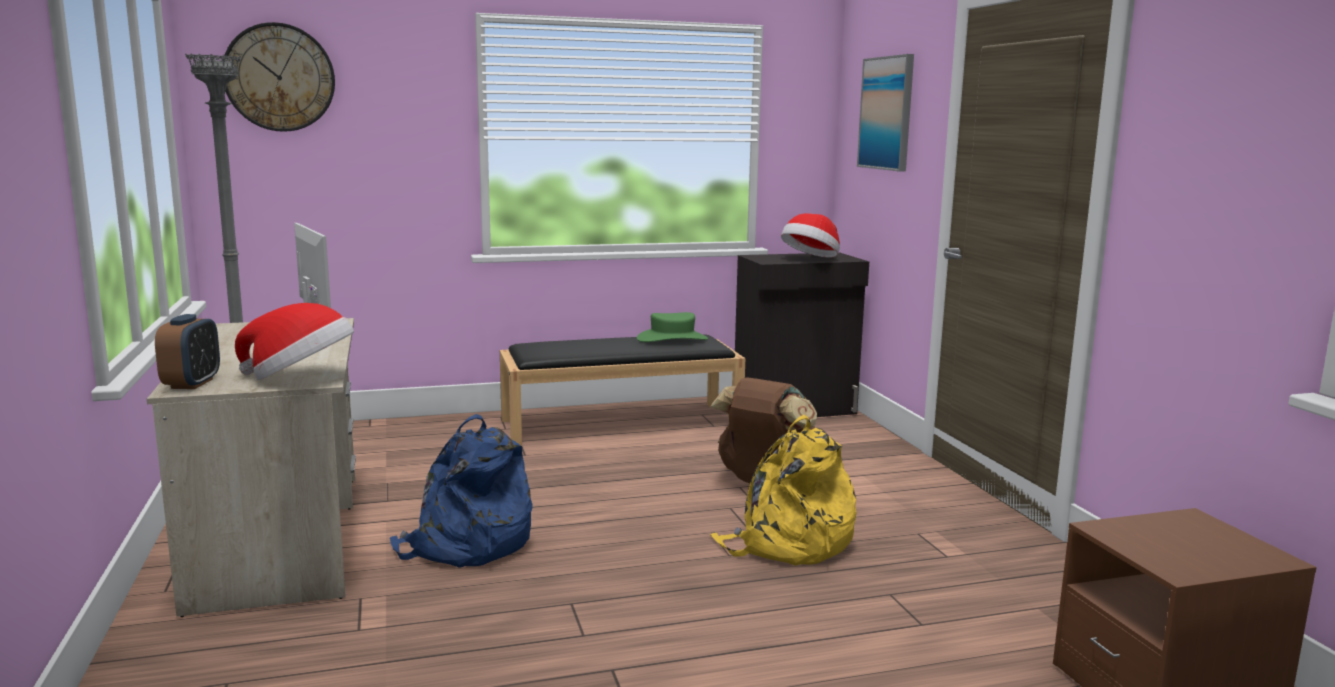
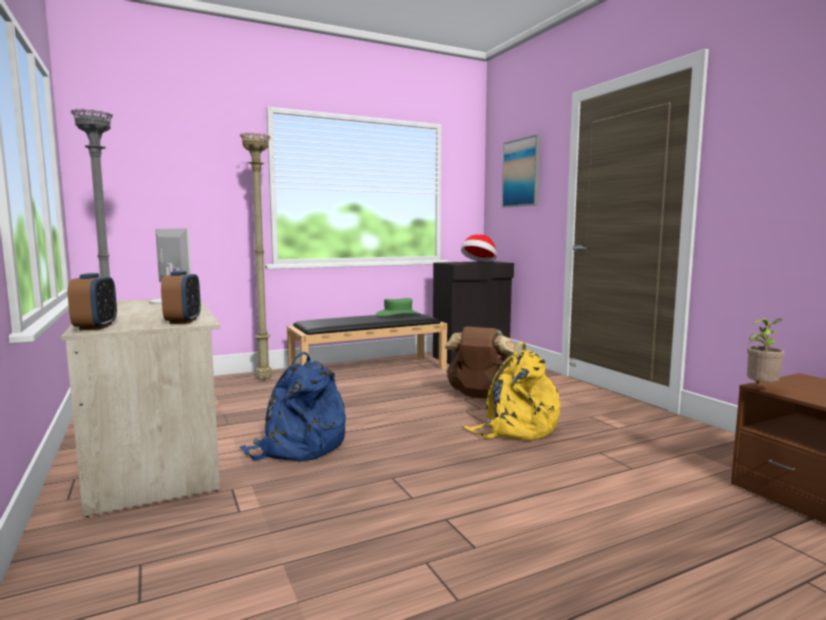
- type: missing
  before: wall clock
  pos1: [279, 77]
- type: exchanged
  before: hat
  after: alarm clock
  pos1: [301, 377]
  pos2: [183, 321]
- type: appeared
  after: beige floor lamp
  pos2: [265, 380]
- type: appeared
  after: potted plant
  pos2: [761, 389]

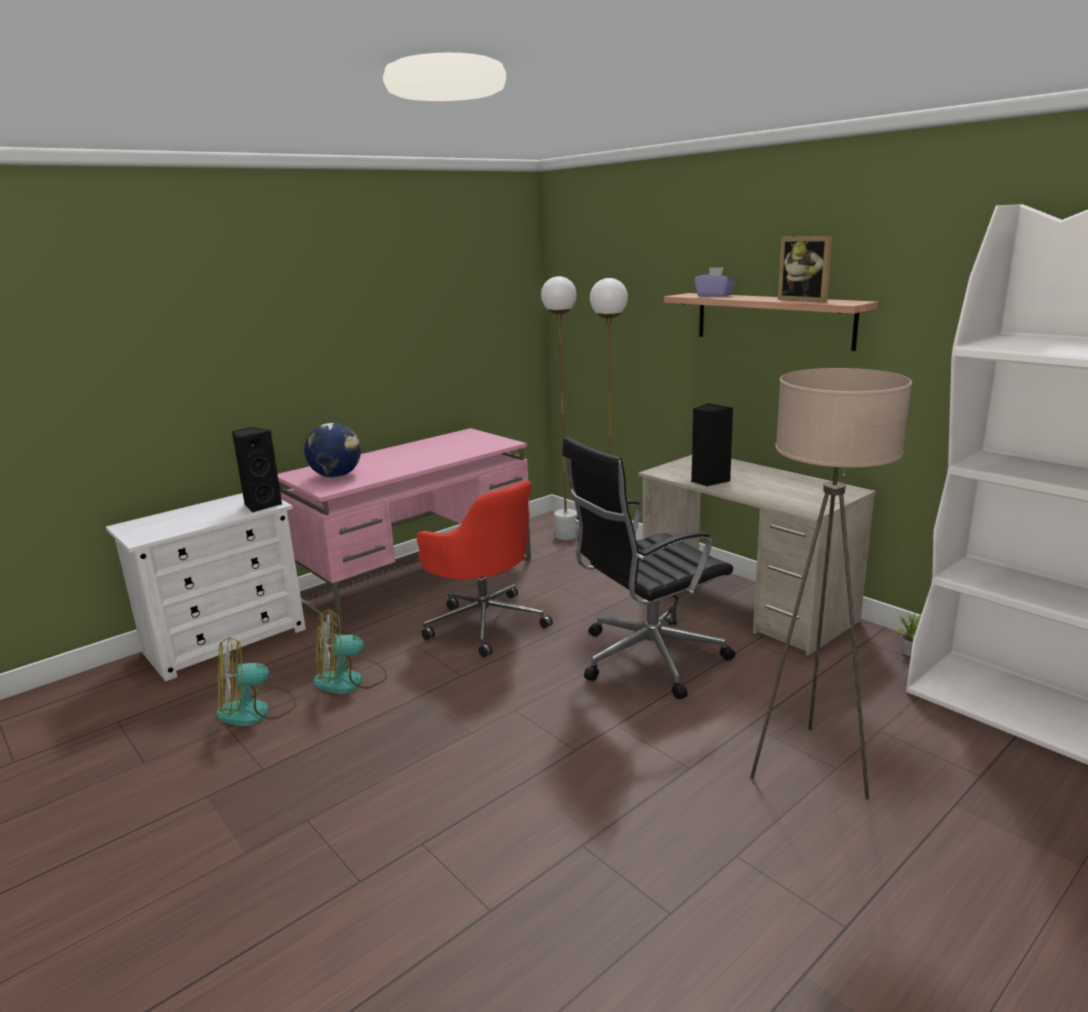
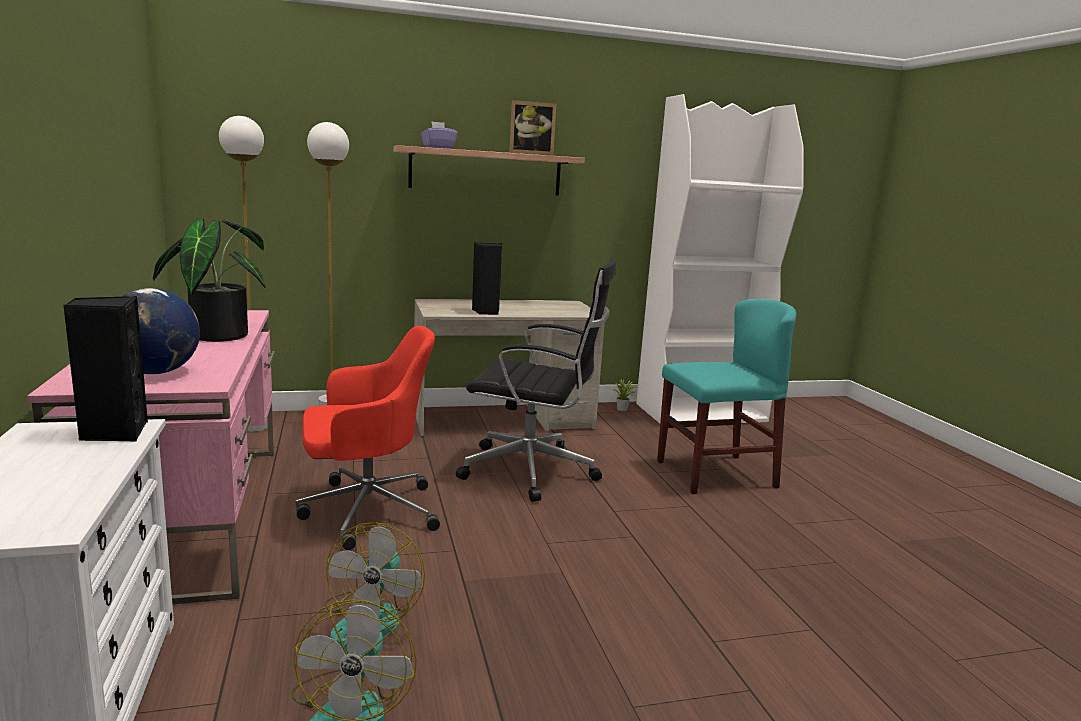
- type: exchanged
  before: beige floor lamp
  after: turquoise chair
  pos1: [809, 766]
  pos2: [715, 474]
- type: spun
  before: black office chair
  pos1: [646, 658]
  pos2: [533, 471]
  turn: -75
- type: appeared
  after: potted plant
  pos2: [216, 335]

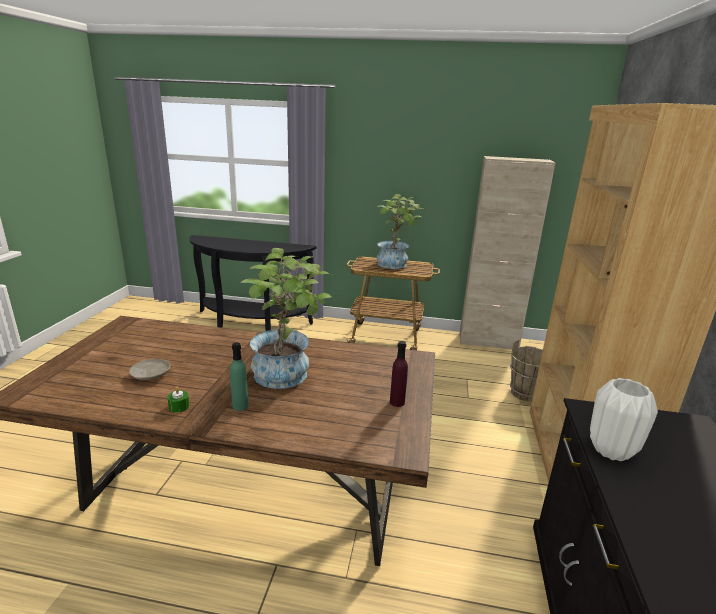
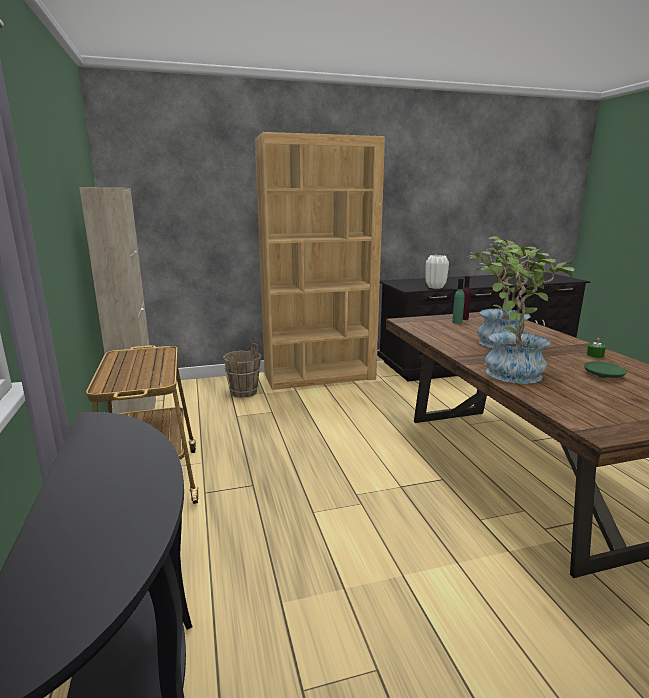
- type: relocated
  before: potted plant
  pos1: [396, 265]
  pos2: [512, 370]
- type: relocated
  before: green bottle
  pos1: [240, 406]
  pos2: [457, 322]
- type: colour
  before: beige plate
  after: green plate
  pos1: [150, 374]
  pos2: [603, 375]

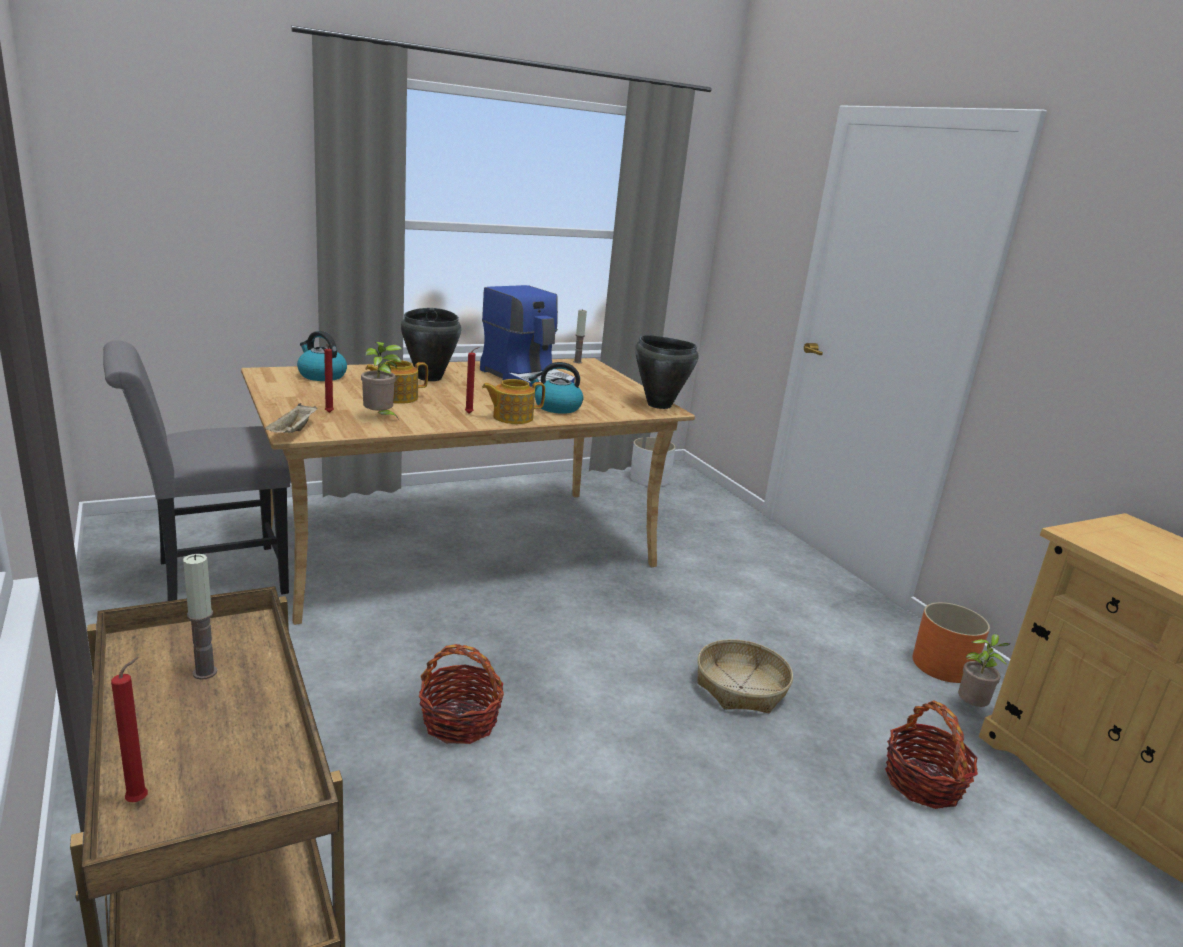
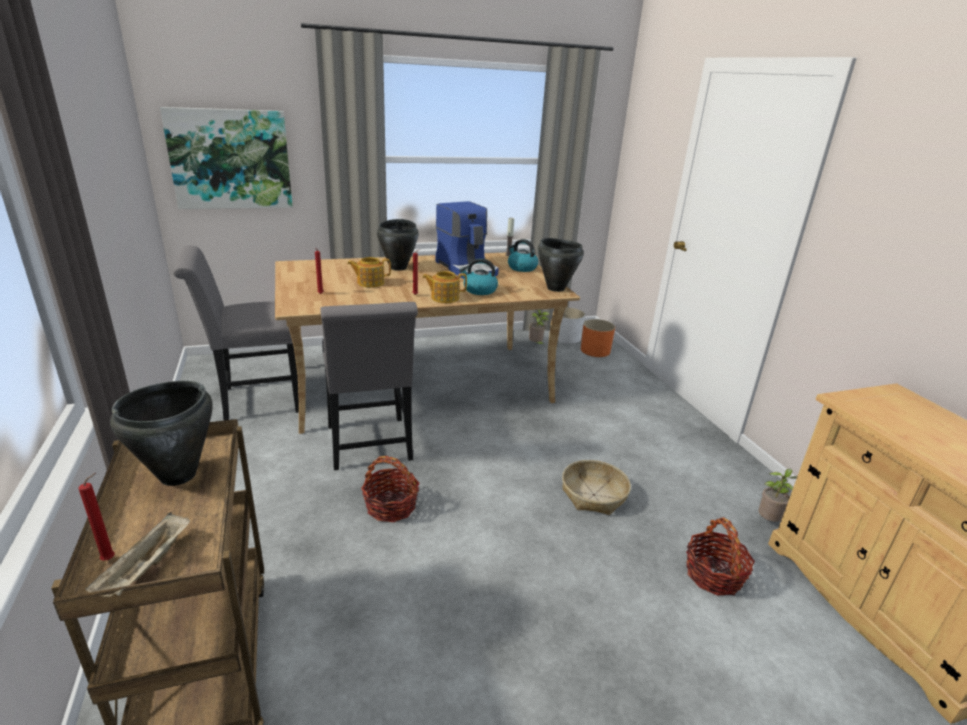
- type: relocated
  before: kettle
  pos1: [321, 375]
  pos2: [521, 268]
- type: relocated
  before: potted plant
  pos1: [380, 418]
  pos2: [536, 345]
- type: relocated
  before: beige tray
  pos1: [293, 432]
  pos2: [147, 568]
- type: exchanged
  before: candle
  after: black cooking pot
  pos1: [205, 672]
  pos2: [179, 475]
- type: relocated
  before: orange planter
  pos1: [942, 666]
  pos2: [595, 350]
- type: appeared
  after: picture
  pos2: [230, 159]
- type: appeared
  after: grey chair
  pos2: [370, 447]

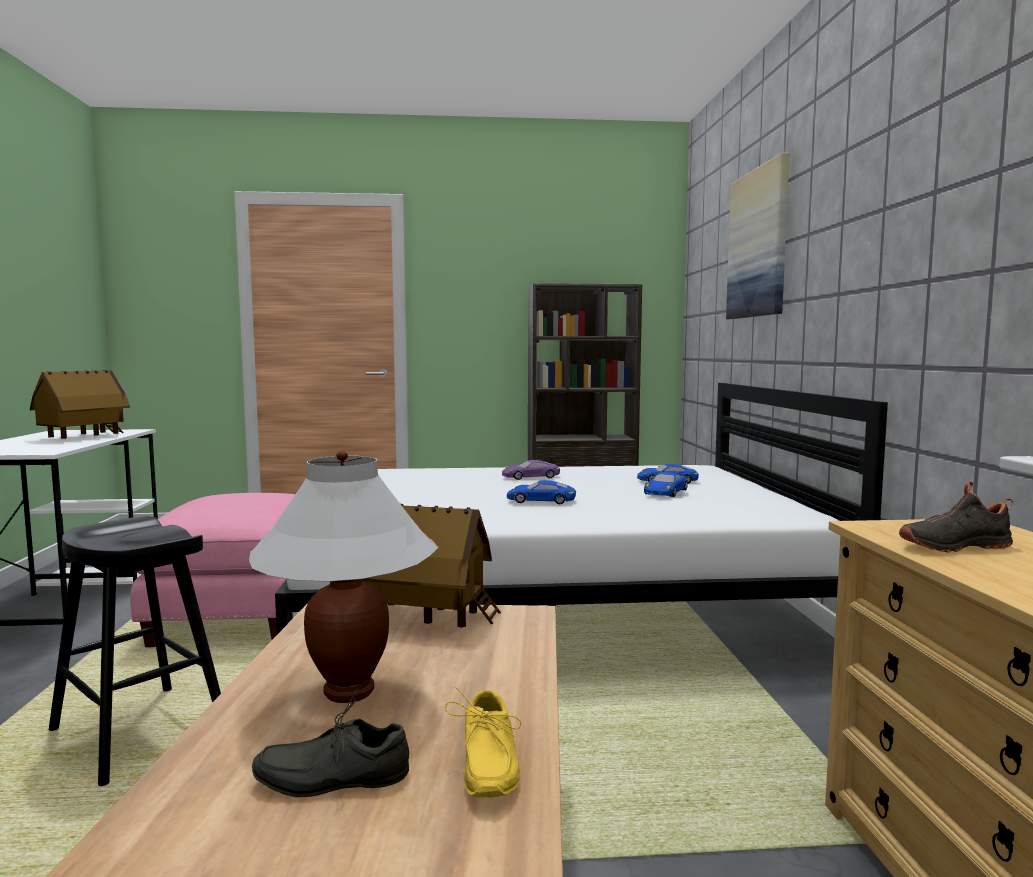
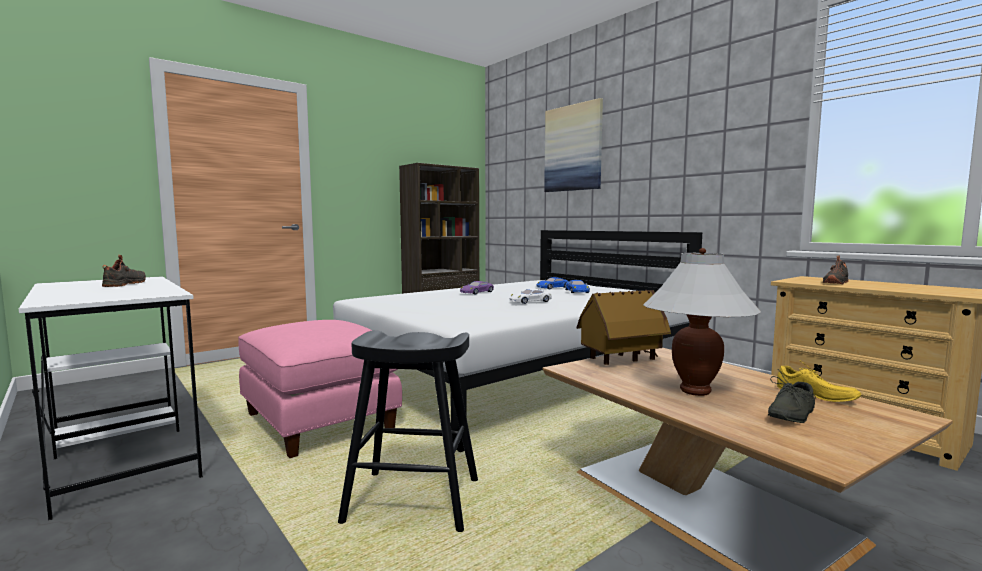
- type: exchanged
  before: toy house
  after: black shoe
  pos1: [83, 437]
  pos2: [126, 284]
- type: colour
  before: blue toy car
  after: white toy car
  pos1: [541, 500]
  pos2: [530, 301]

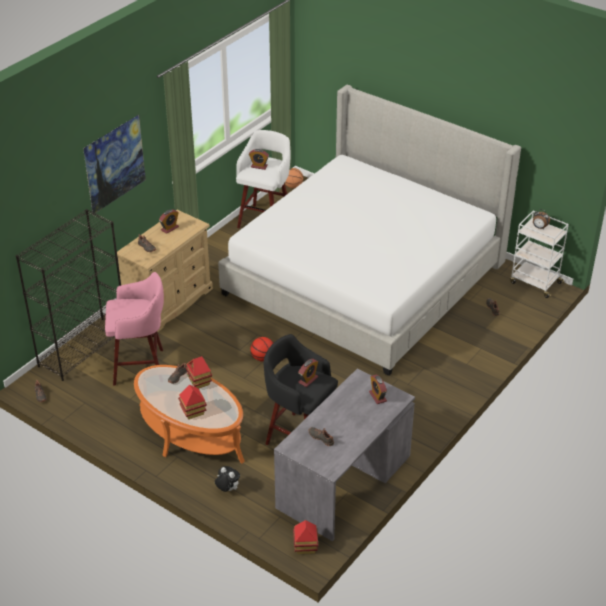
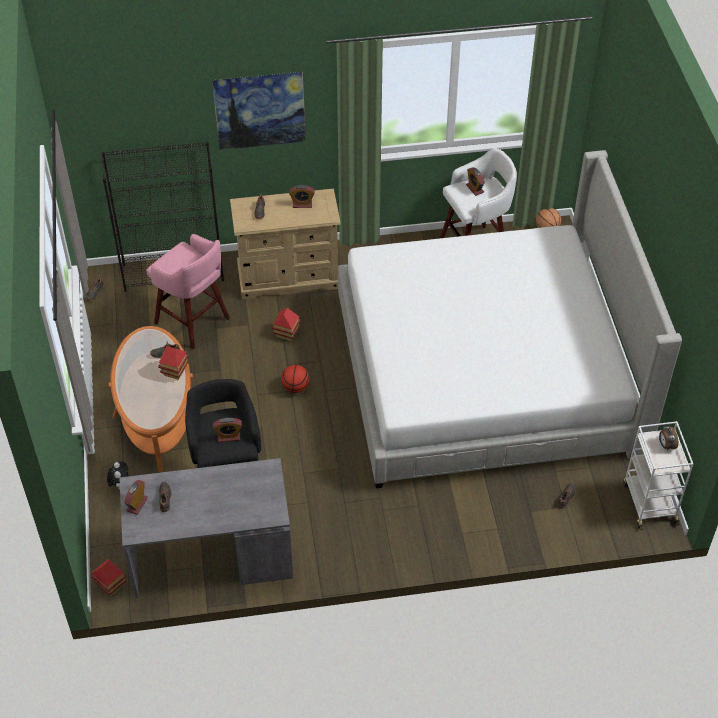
- type: relocated
  before: alarm clock
  pos1: [377, 396]
  pos2: [137, 504]
- type: relocated
  before: toy house
  pos1: [193, 412]
  pos2: [286, 333]

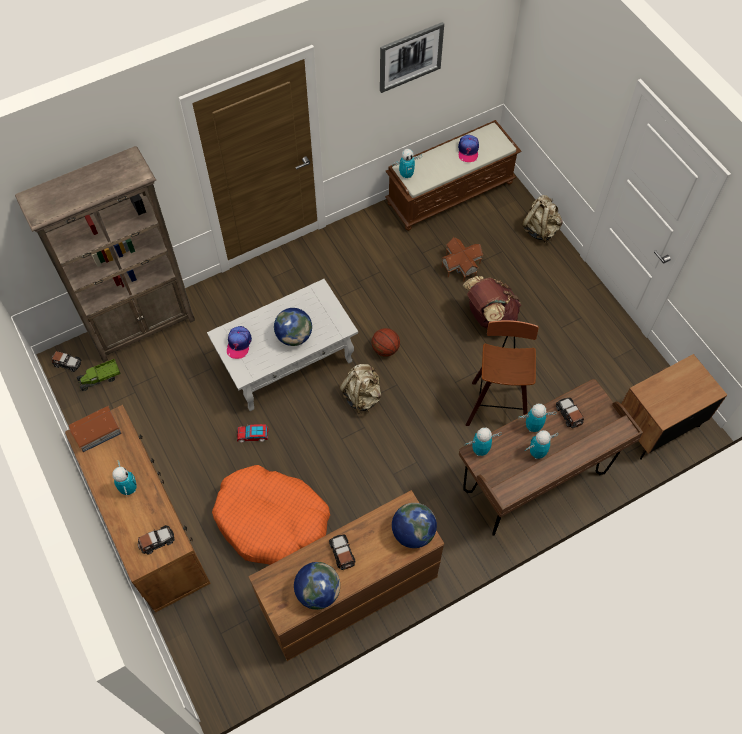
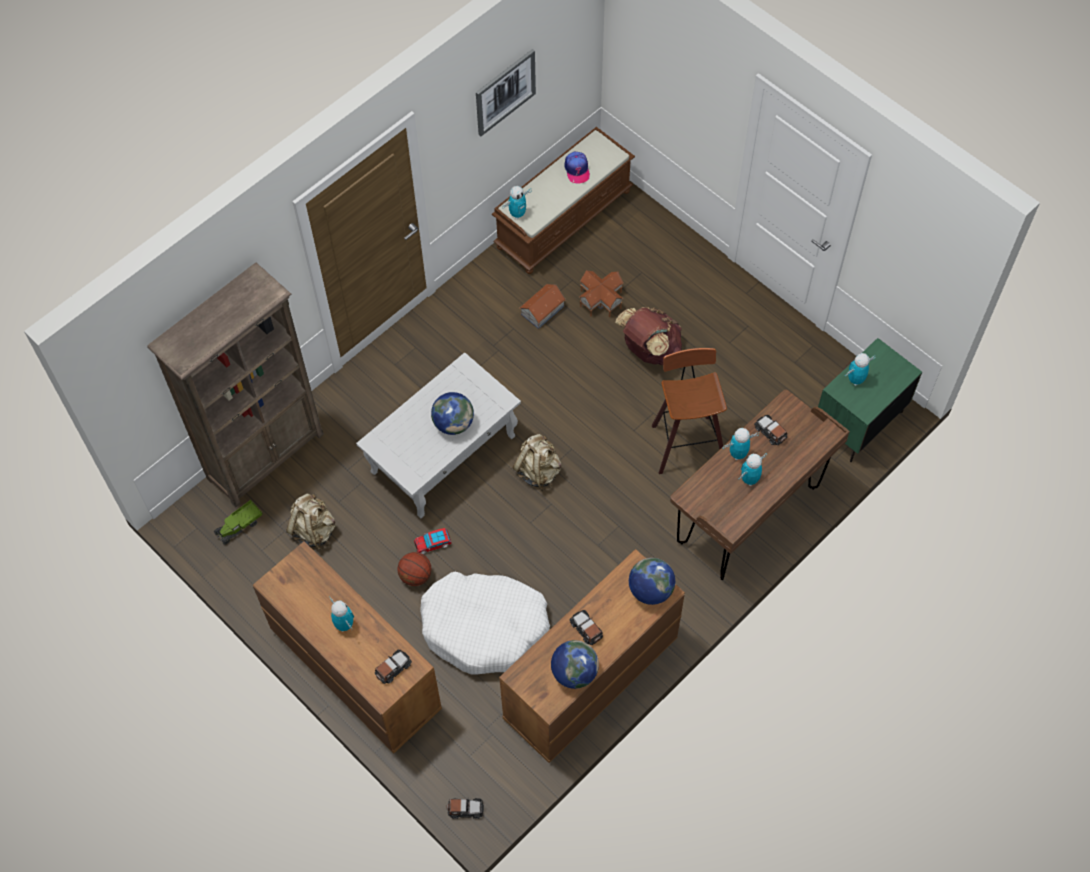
- type: relocated
  before: beige backpack
  pos1: [540, 229]
  pos2: [314, 530]
- type: missing
  before: cap
  pos1: [239, 344]
- type: relocated
  before: basketball
  pos1: [385, 349]
  pos2: [415, 576]
- type: relocated
  before: toy car
  pos1: [67, 363]
  pos2: [465, 809]
- type: colour
  before: brown nightstand
  after: green nightstand
  pos1: [656, 426]
  pos2: [858, 423]
- type: relocated
  before: toy house
  pos1: [96, 432]
  pos2: [542, 310]
- type: relocated
  before: toy robot
  pos1: [480, 450]
  pos2: [855, 380]
- type: colour
  before: orange dog bed
  after: white dog bed
  pos1: [272, 521]
  pos2: [485, 627]

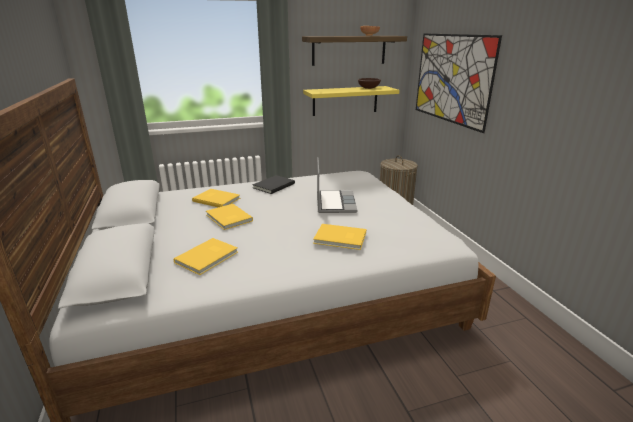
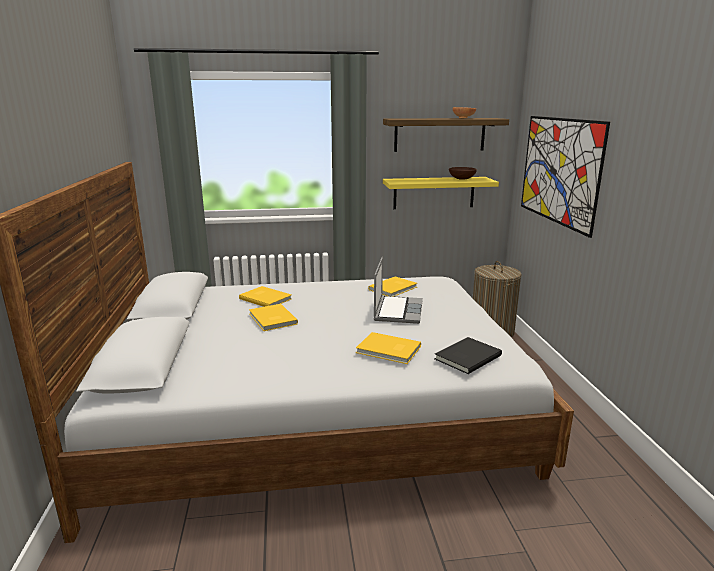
- type: relocated
  before: black book
  pos1: [272, 185]
  pos2: [466, 357]
- type: relocated
  before: yellow book
  pos1: [208, 257]
  pos2: [394, 288]

